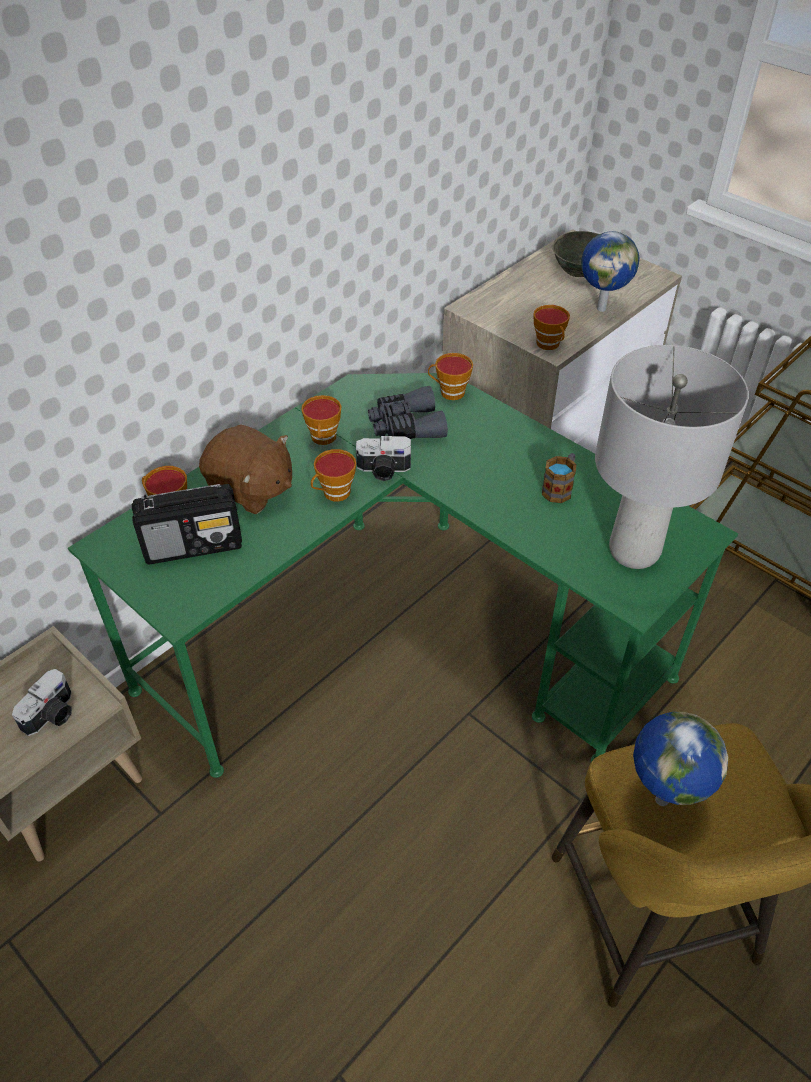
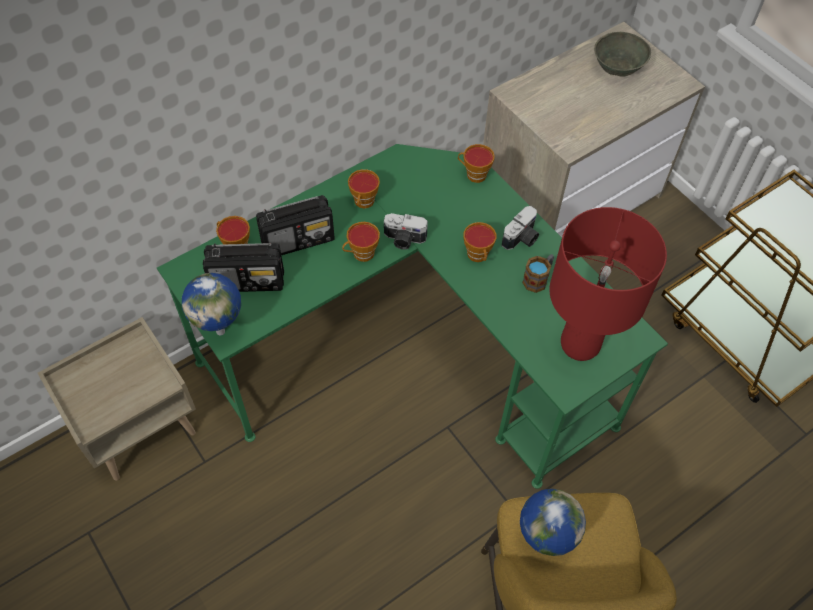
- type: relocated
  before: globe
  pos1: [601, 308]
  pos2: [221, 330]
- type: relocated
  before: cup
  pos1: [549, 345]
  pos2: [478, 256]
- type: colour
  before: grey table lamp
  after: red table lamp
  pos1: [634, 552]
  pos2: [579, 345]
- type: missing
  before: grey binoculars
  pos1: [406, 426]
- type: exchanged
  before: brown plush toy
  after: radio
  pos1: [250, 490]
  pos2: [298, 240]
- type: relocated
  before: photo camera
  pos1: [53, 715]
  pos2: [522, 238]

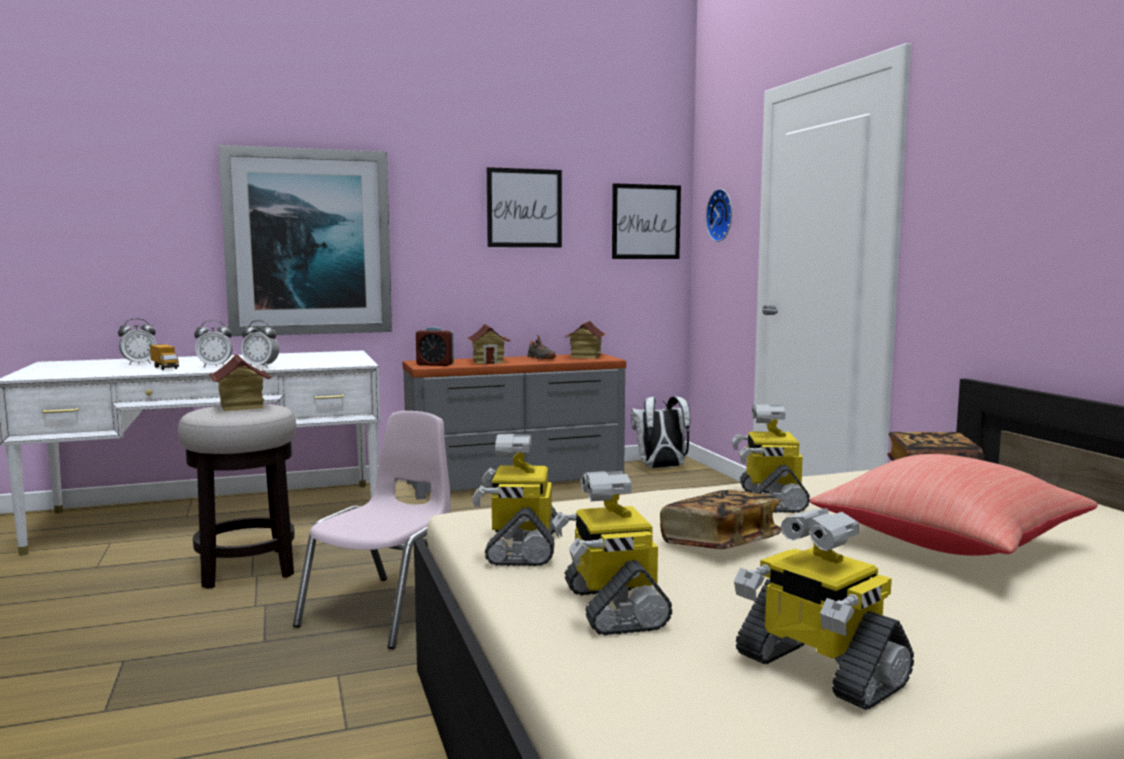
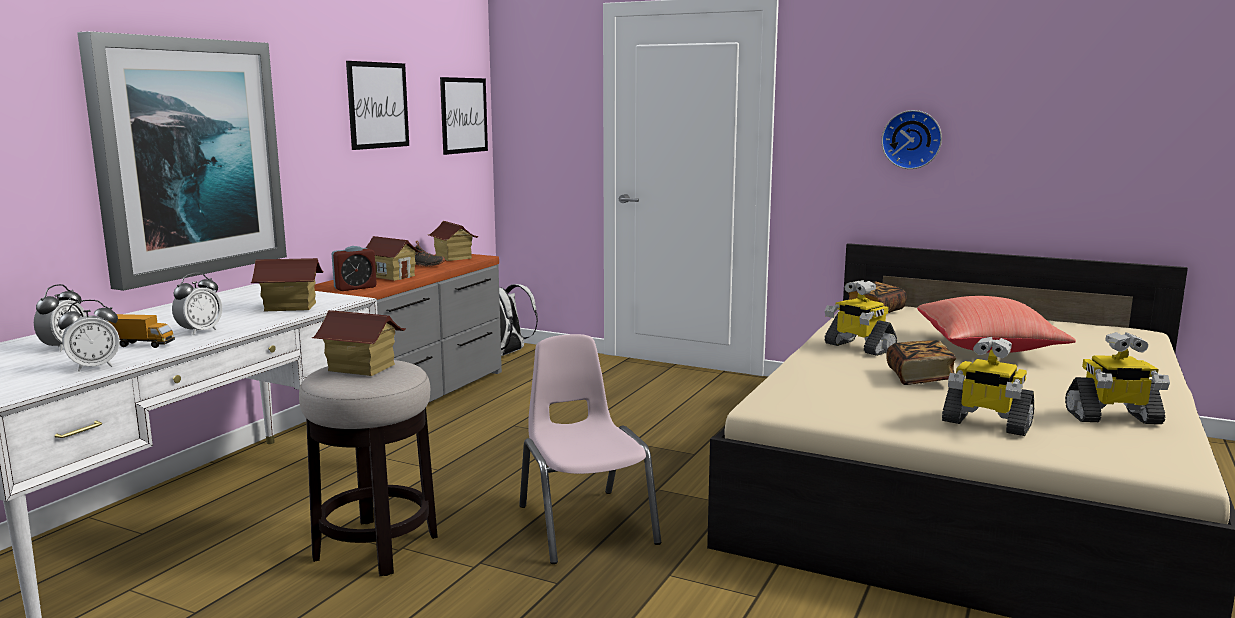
- type: relocated
  before: wall clock
  pos1: [722, 215]
  pos2: [912, 139]
- type: relocated
  before: alarm clock
  pos1: [261, 367]
  pos2: [94, 367]
- type: missing
  before: toy robot
  pos1: [521, 547]
- type: appeared
  after: toy house
  pos2: [290, 307]

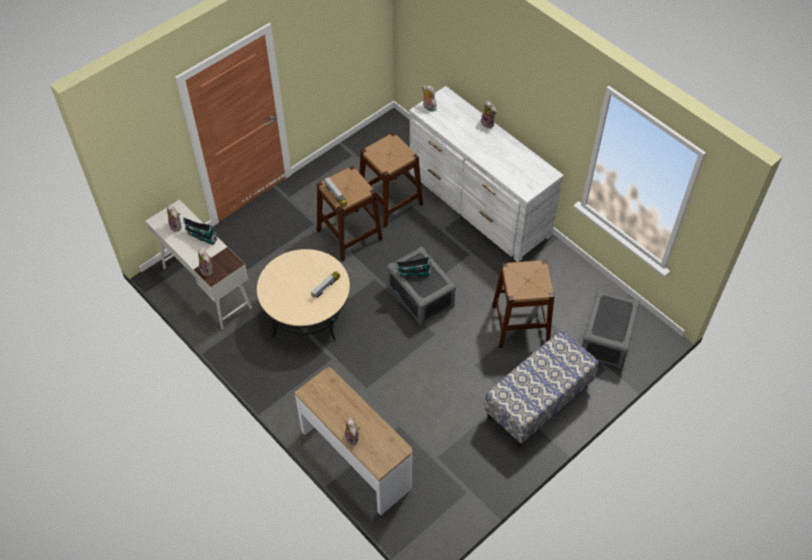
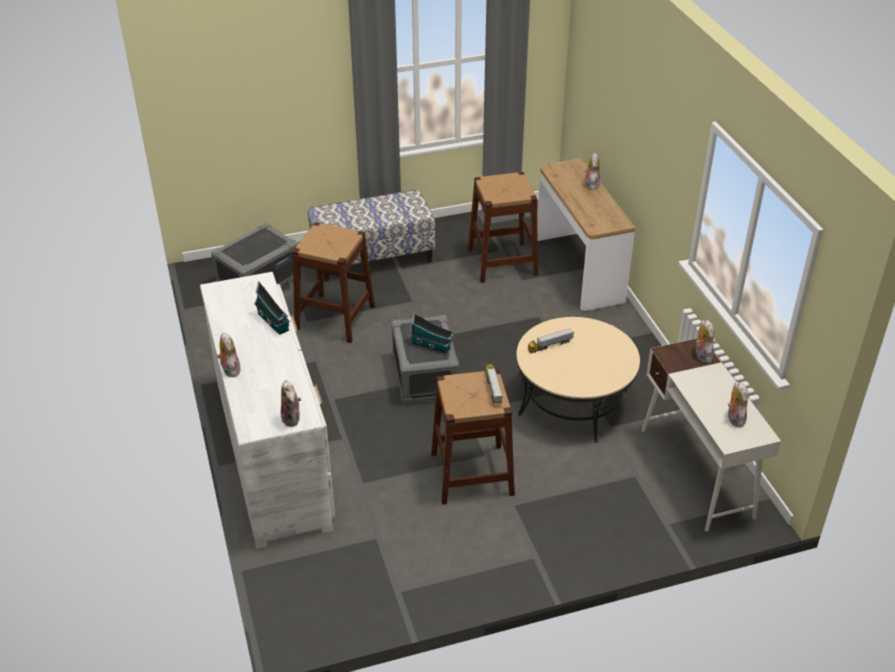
- type: relocated
  before: brown stool
  pos1: [390, 201]
  pos2: [502, 262]
- type: relocated
  before: toy house
  pos1: [201, 236]
  pos2: [274, 323]

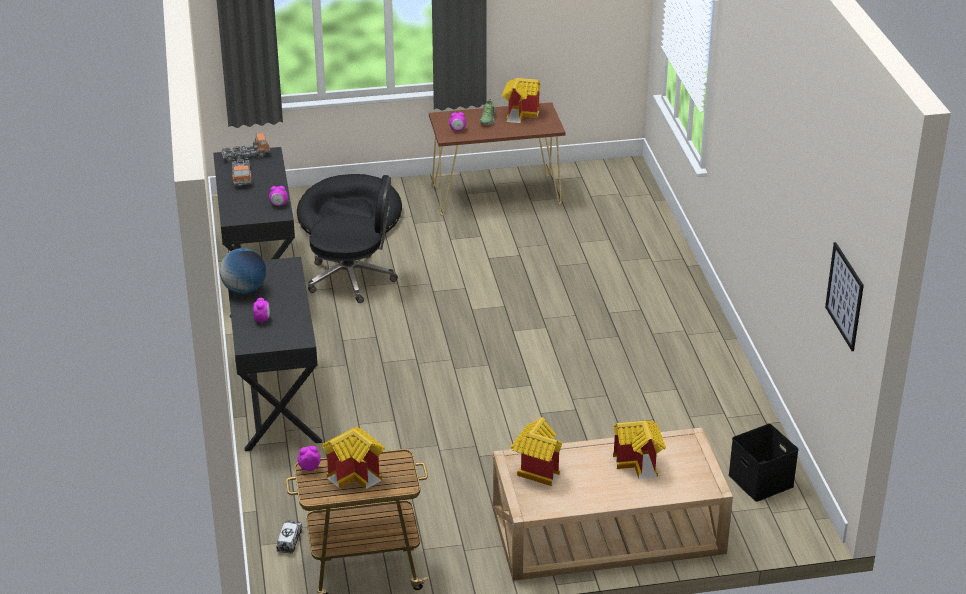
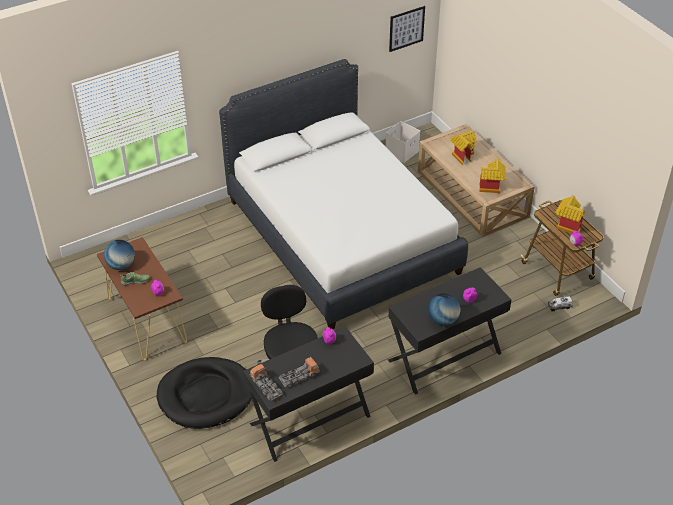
- type: exchanged
  before: toy house
  after: globe
  pos1: [521, 114]
  pos2: [121, 265]
- type: colour
  before: black storage box
  after: white storage box
  pos1: [759, 480]
  pos2: [402, 152]
- type: appeared
  after: white bed
  pos2: [342, 236]

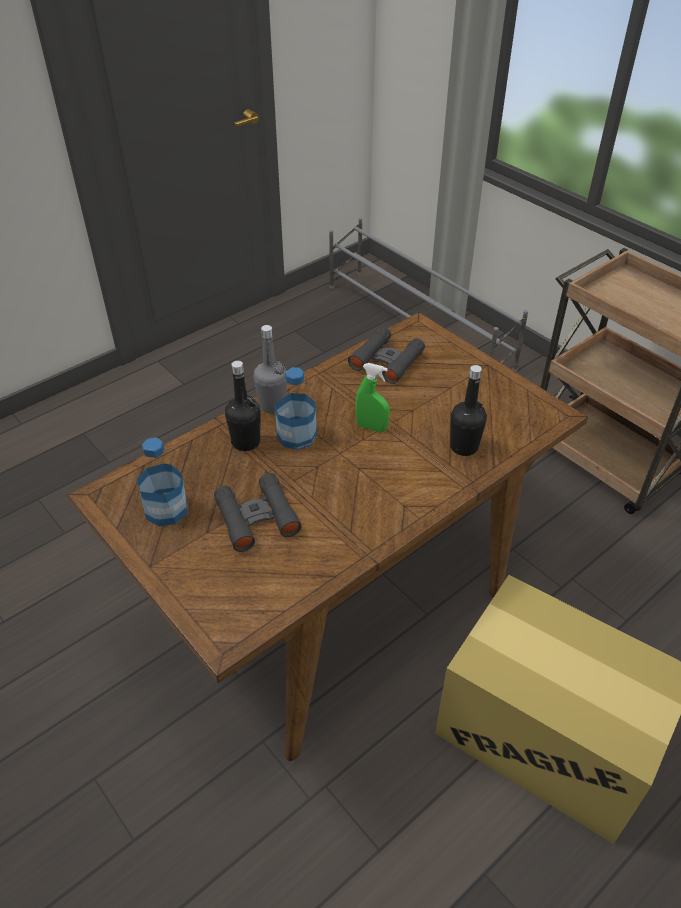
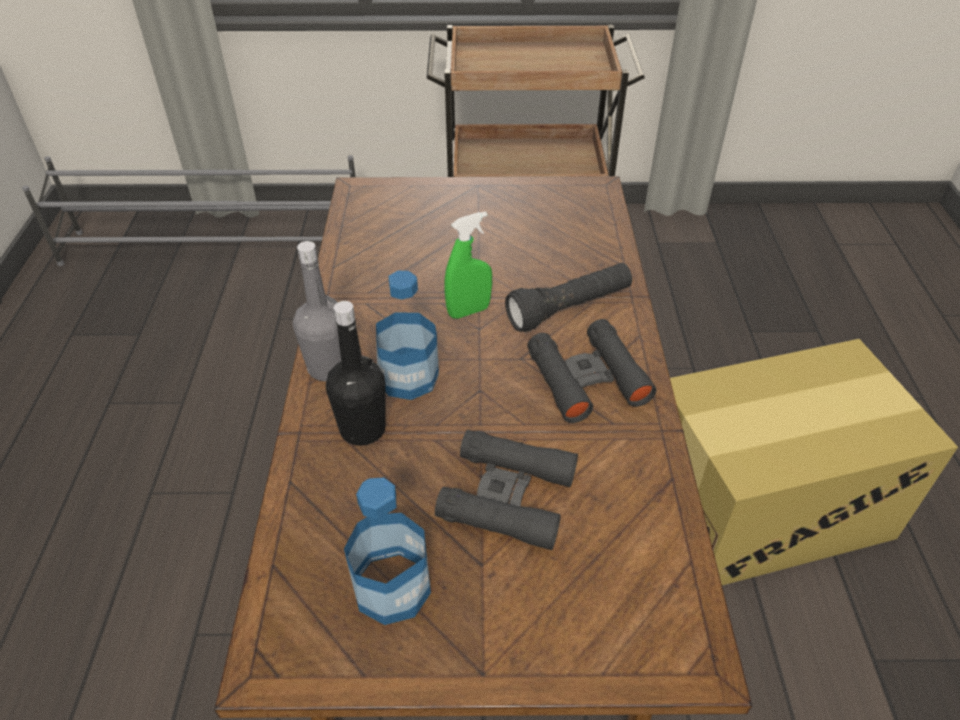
- type: relocated
  before: black binoculars
  pos1: [387, 361]
  pos2: [587, 378]
- type: missing
  before: black bottle
  pos1: [464, 447]
- type: appeared
  after: black flashlight
  pos2: [569, 309]

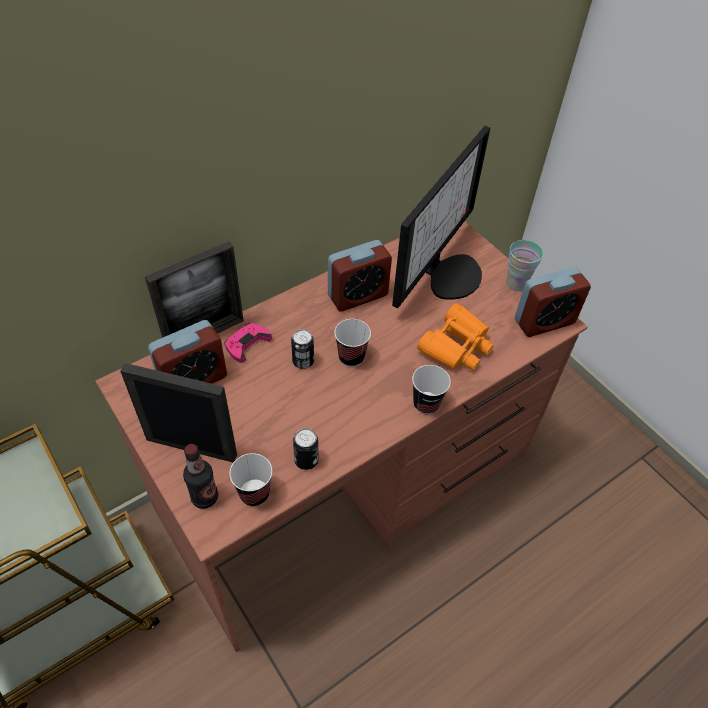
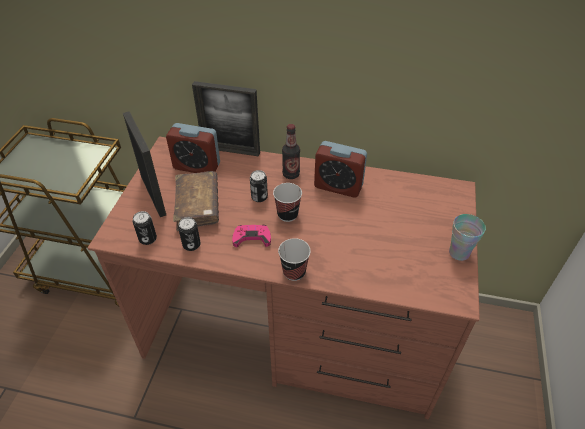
- type: missing
  before: monitor
  pos1: [448, 273]
- type: missing
  before: alarm clock
  pos1: [544, 321]
- type: missing
  before: orange binoculars
  pos1: [456, 346]
- type: relocated
  before: pink game controller
  pos1: [247, 344]
  pos2: [252, 238]
- type: relocated
  before: bottle
  pos1: [205, 497]
  pos2: [291, 174]
- type: exchanged
  before: cup
  after: can
  pos1: [254, 493]
  pos2: [148, 239]
- type: appeared
  after: brown book
  pos2: [198, 206]

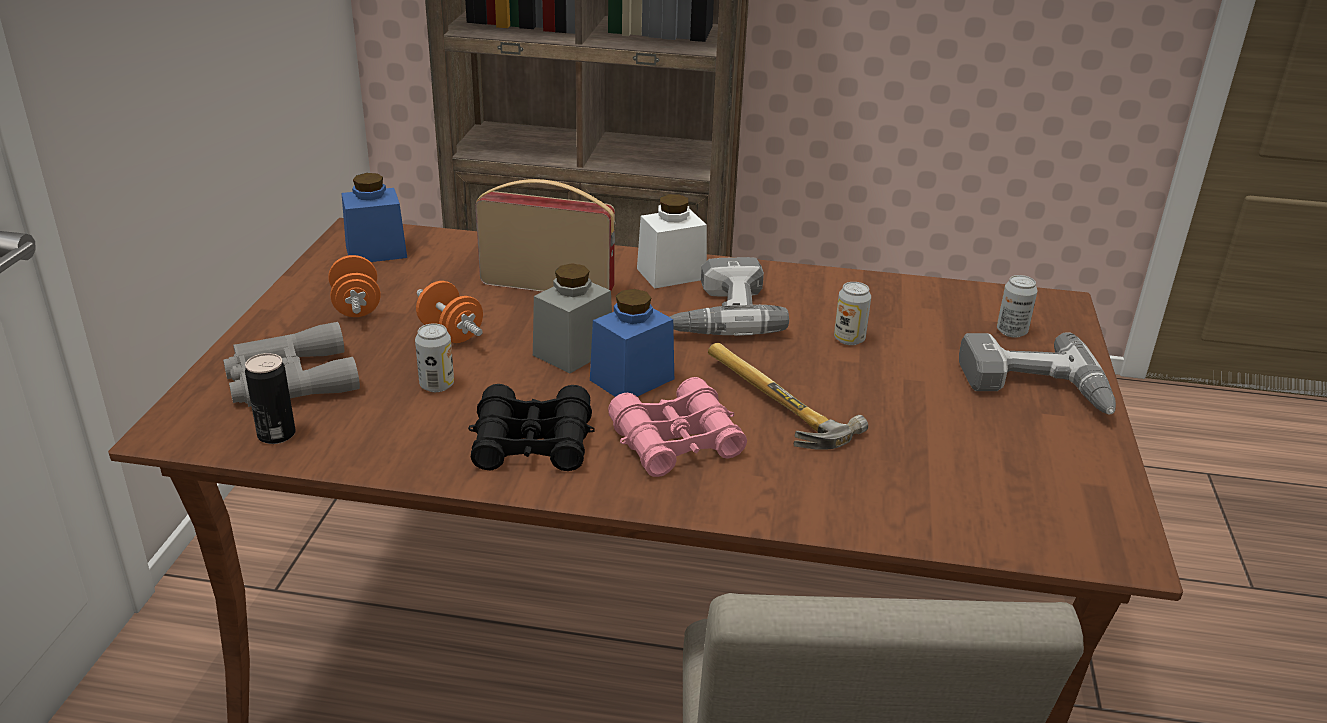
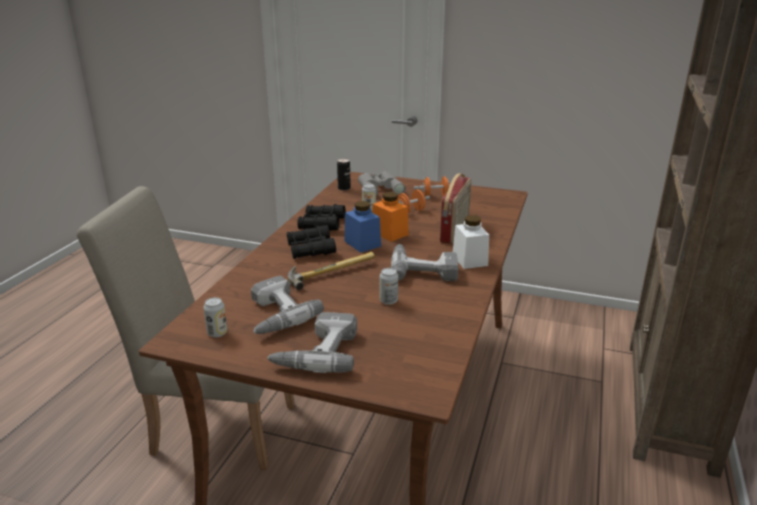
- type: missing
  before: blue jar
  pos1: [376, 251]
- type: colour
  before: grey jar
  after: orange jar
  pos1: [573, 351]
  pos2: [389, 233]
- type: relocated
  before: can
  pos1: [1011, 331]
  pos2: [217, 333]
- type: colour
  before: pink binoculars
  after: black binoculars
  pos1: [676, 441]
  pos2: [310, 249]
- type: appeared
  after: power drill
  pos2: [274, 315]

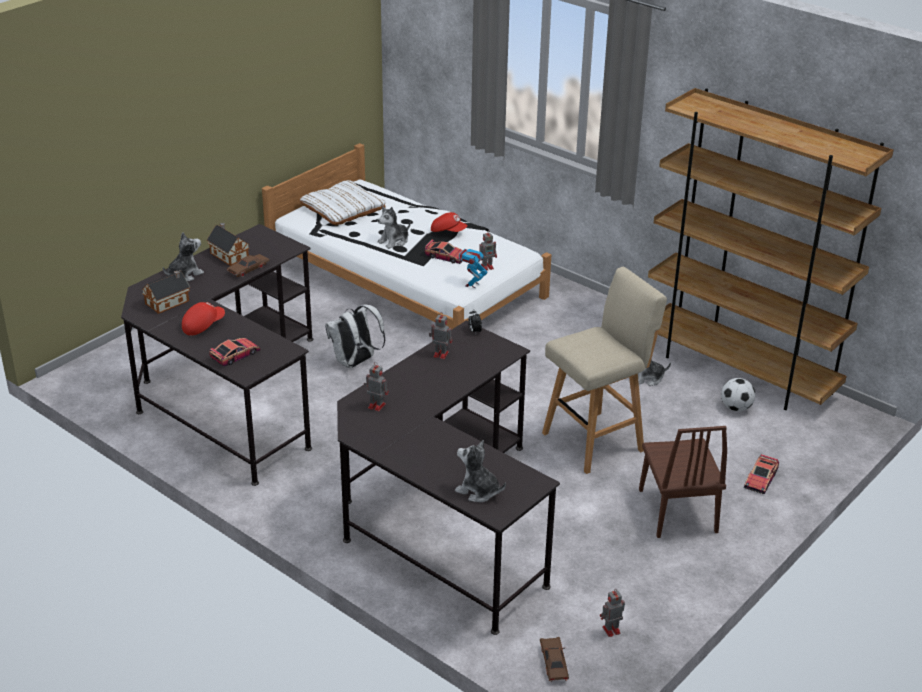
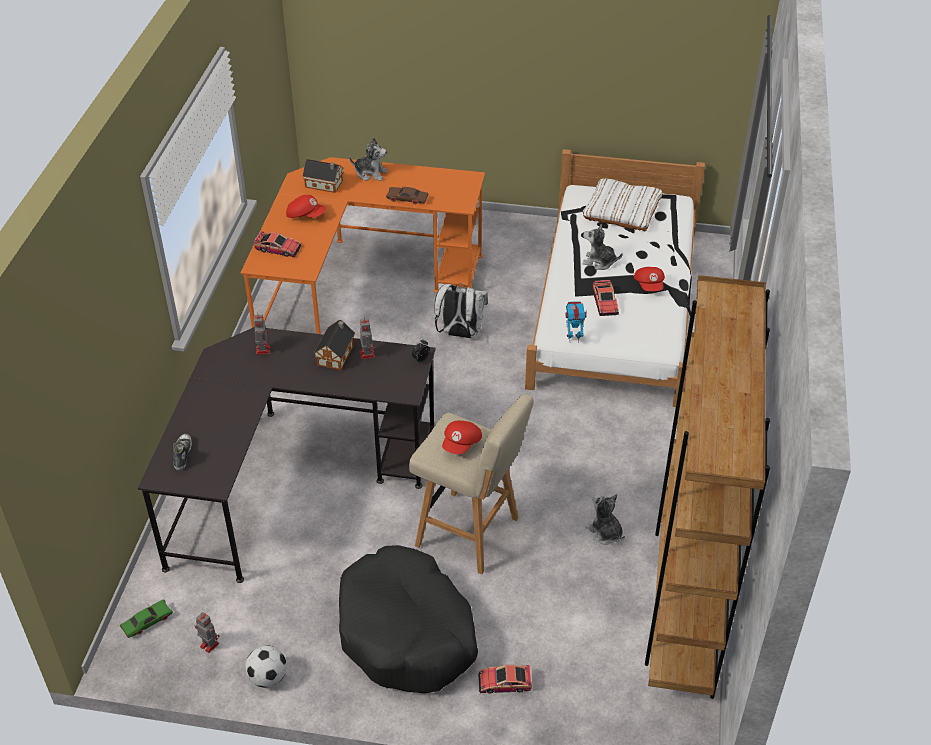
- type: relocated
  before: toy house
  pos1: [228, 255]
  pos2: [336, 354]
- type: colour
  before: black desk
  after: orange desk
  pos1: [227, 394]
  pos2: [357, 287]
- type: missing
  before: toy robot
  pos1: [487, 267]
- type: relocated
  before: football
  pos1: [736, 408]
  pos2: [267, 678]
- type: exchanged
  before: brown chair
  after: black dog bed
  pos1: [677, 510]
  pos2: [407, 632]
- type: exchanged
  before: plush toy
  after: shoe
  pos1: [478, 491]
  pos2: [182, 454]
- type: colour
  before: brown toy car
  after: green toy car
  pos1: [554, 663]
  pos2: [147, 622]
- type: appeared
  after: red cap
  pos2: [462, 444]

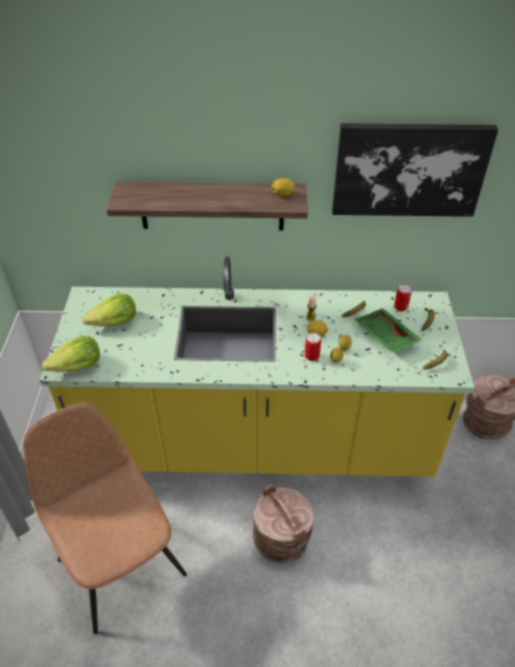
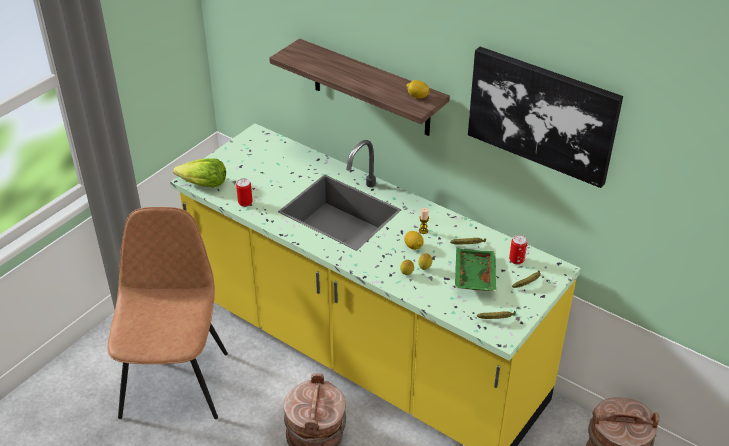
- type: missing
  before: lettuce
  pos1: [114, 323]
- type: relocated
  before: can
  pos1: [311, 356]
  pos2: [245, 203]

